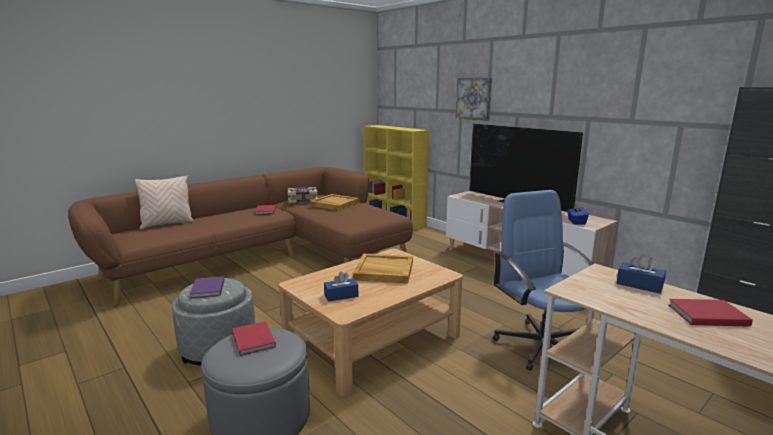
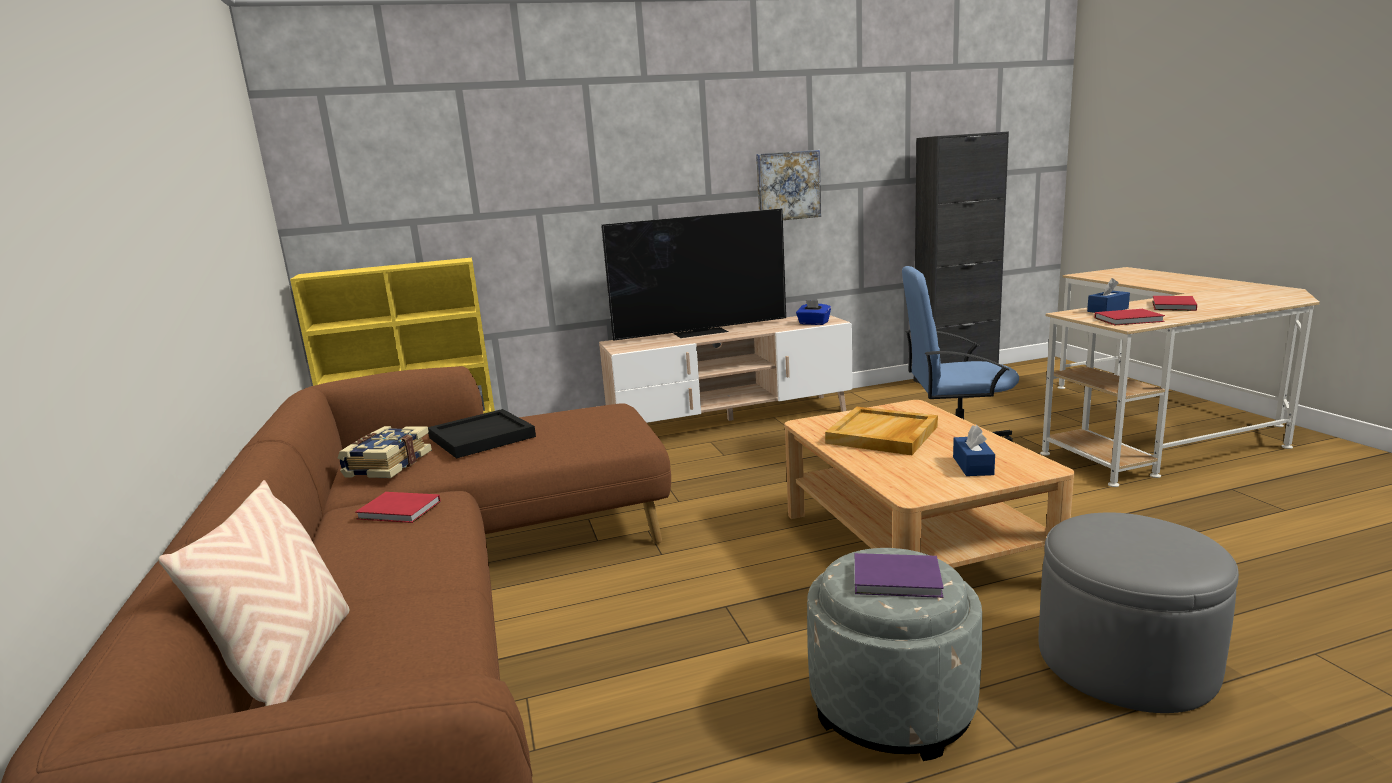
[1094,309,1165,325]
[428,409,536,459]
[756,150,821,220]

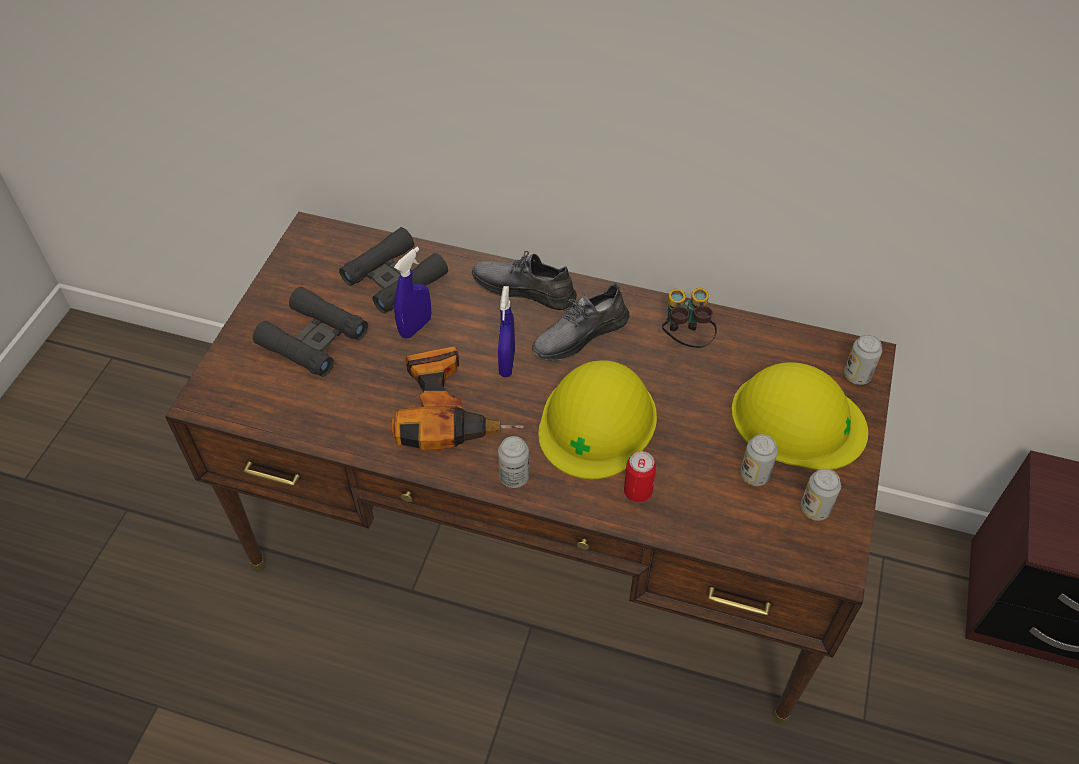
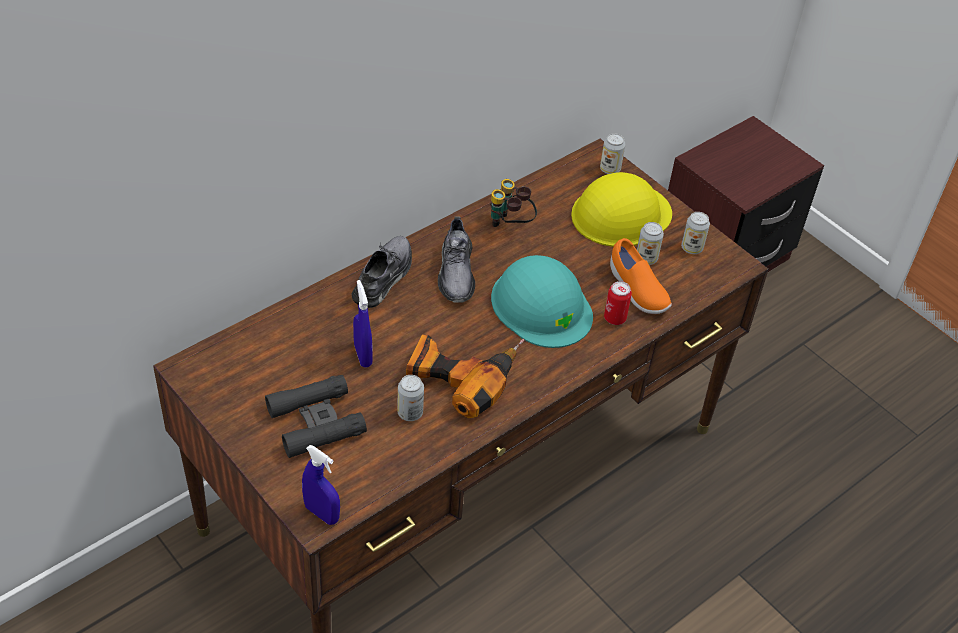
[339,227,448,314] (first image)
[351,236,412,308]
[302,445,340,525]
[397,375,424,421]
[491,255,593,348]
[610,238,672,314]

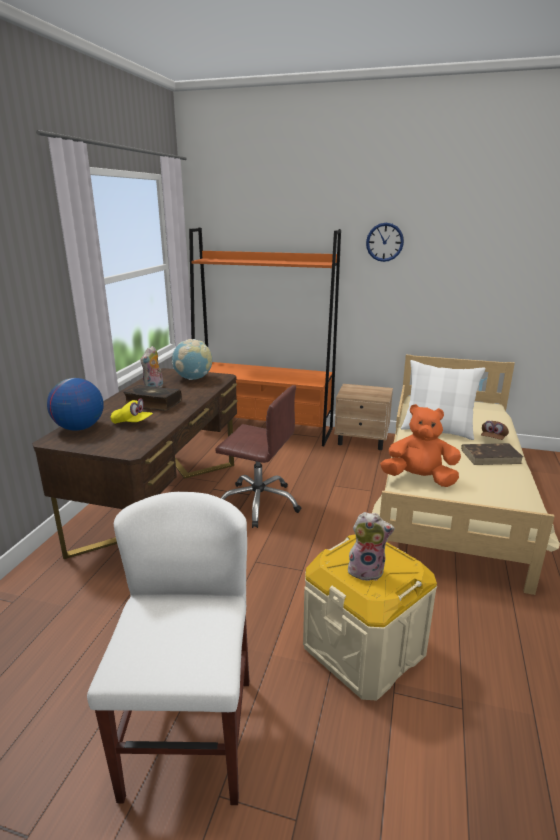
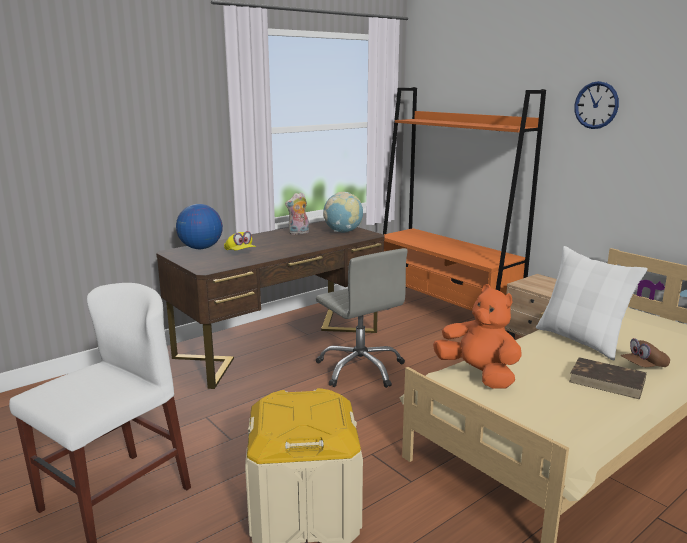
[123,385,182,411] (first image)
[316,248,408,388]
[348,512,395,581] (first image)

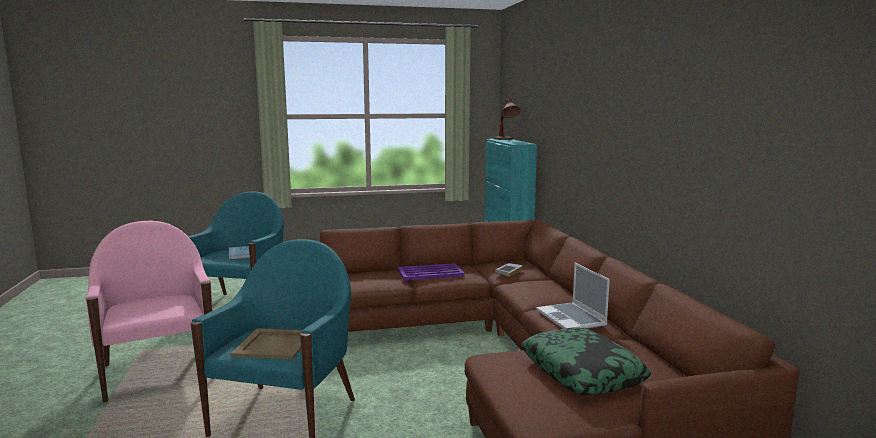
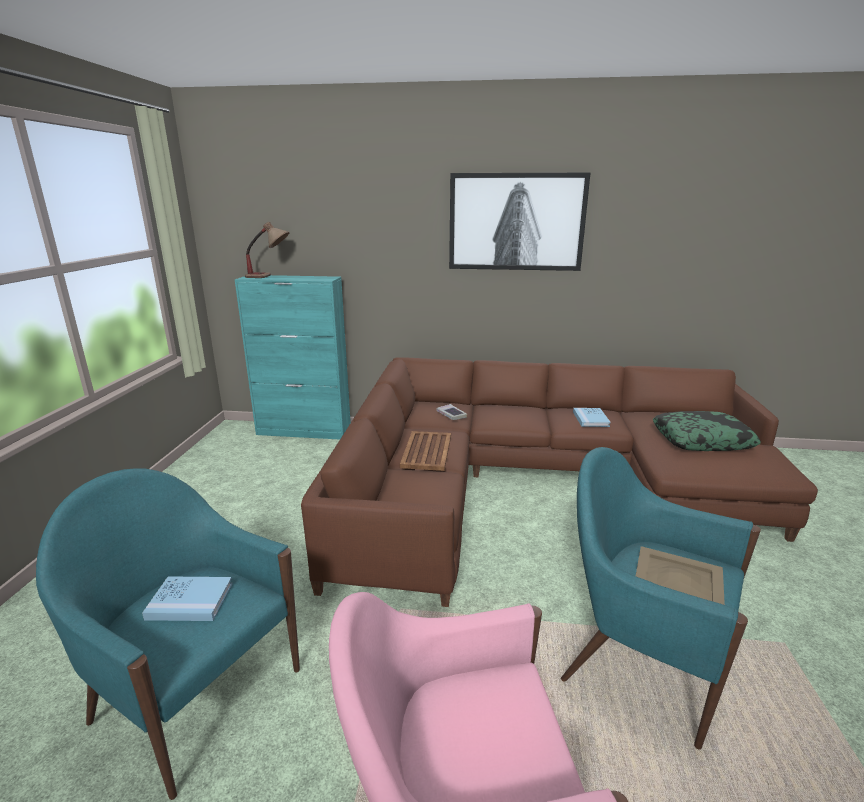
[400,431,451,471]
[573,408,611,427]
[449,173,590,271]

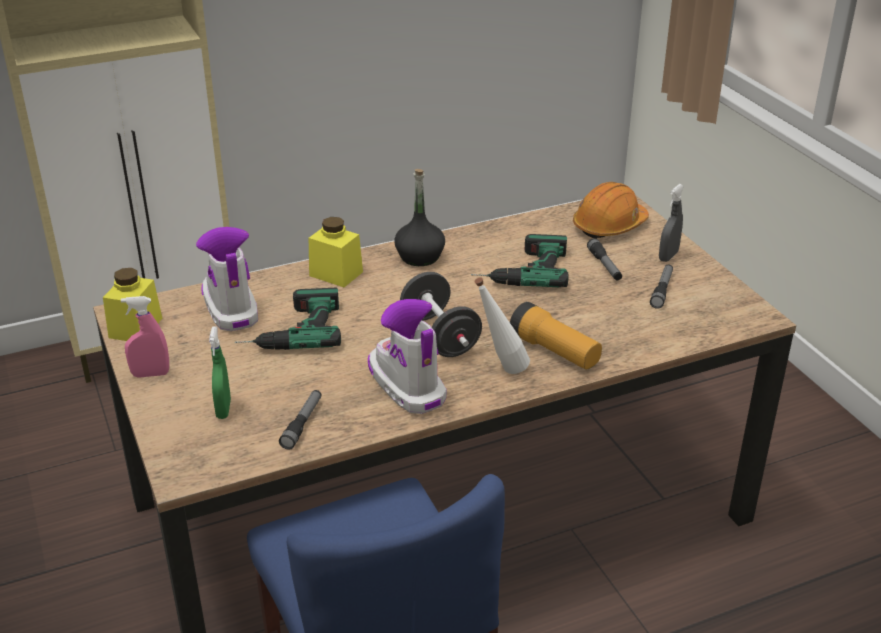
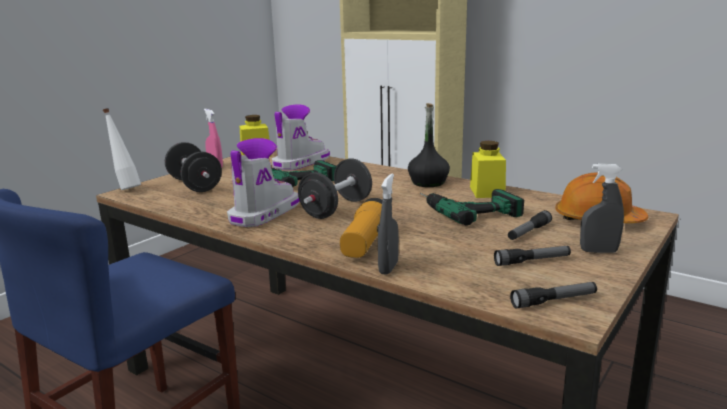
[165,142,222,192]
[510,282,597,309]
[470,141,506,198]
[103,108,141,190]
[378,174,399,275]

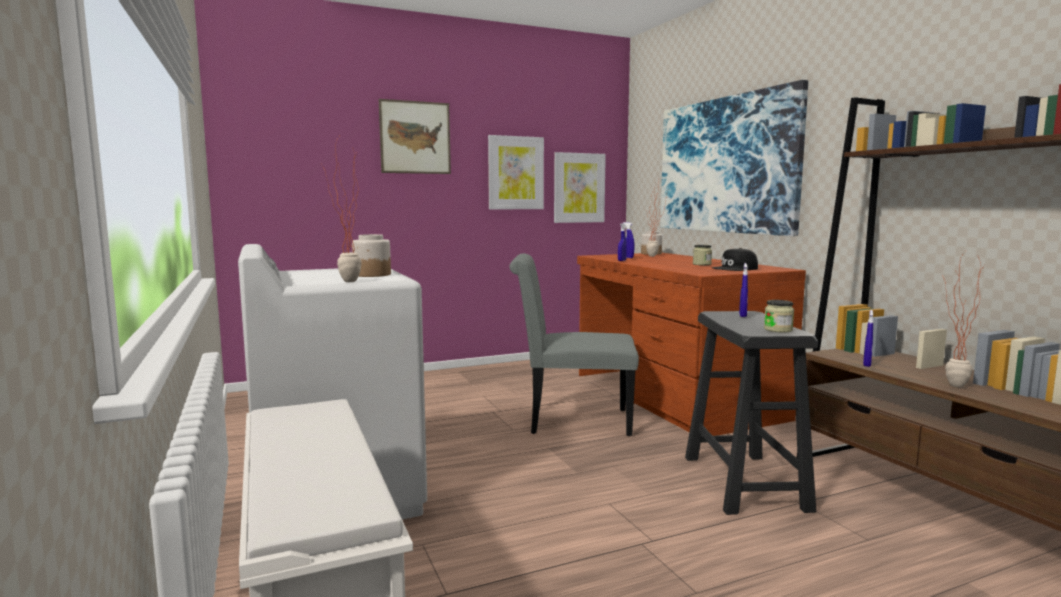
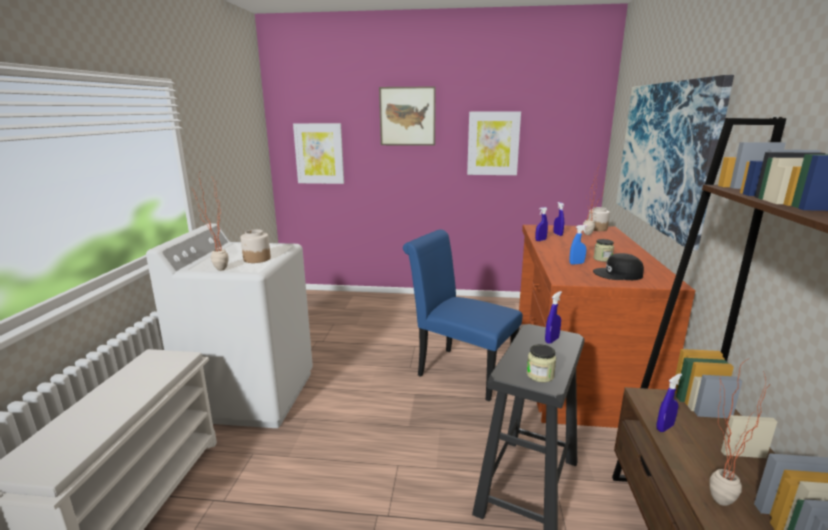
[403,229,523,402]
[293,123,344,184]
[569,225,588,265]

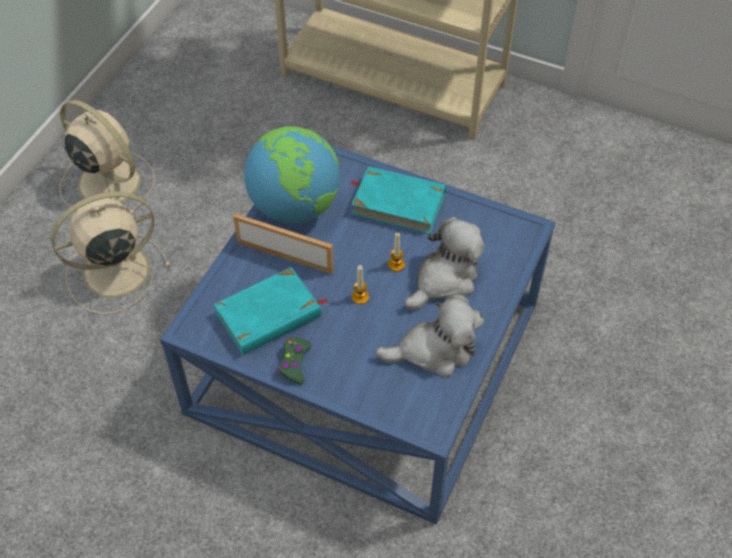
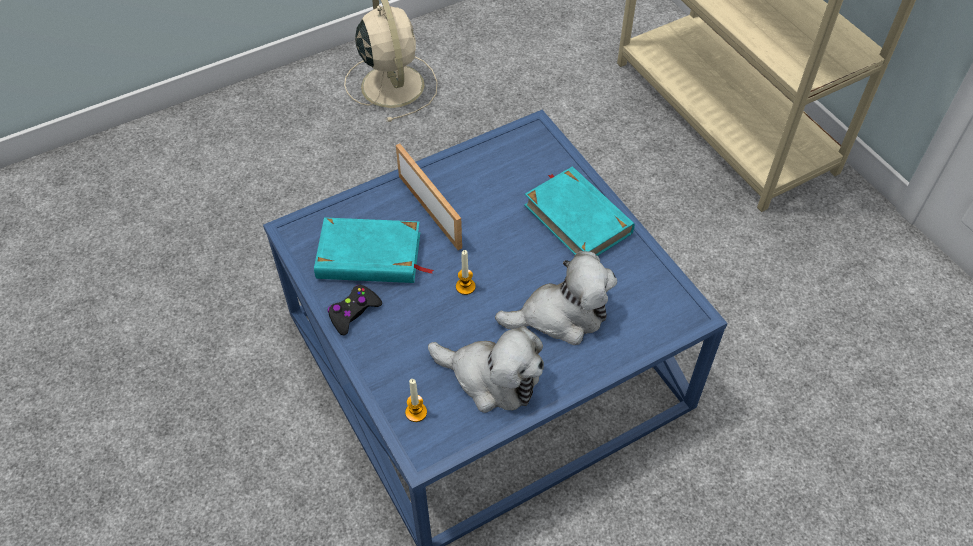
[51,191,171,315] (first image)
[244,126,340,223] (first image)
[328,285,382,335]
[405,379,427,422]

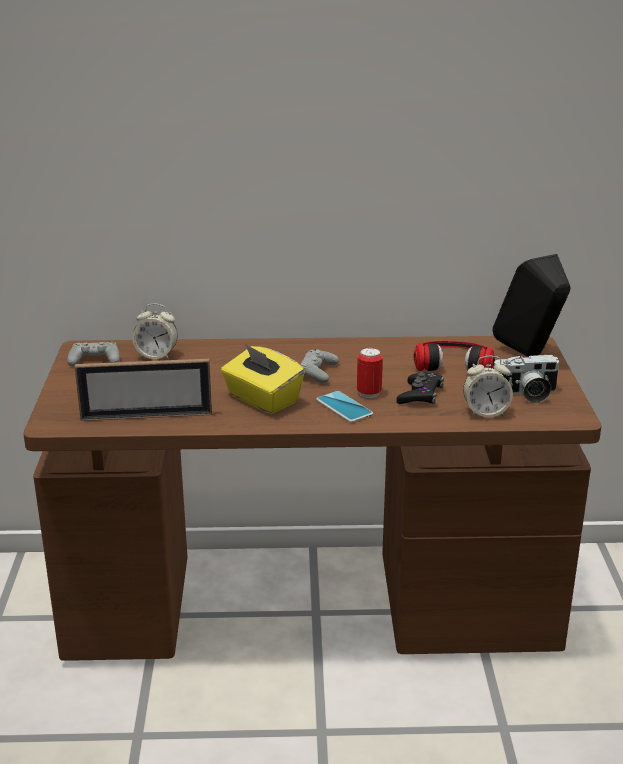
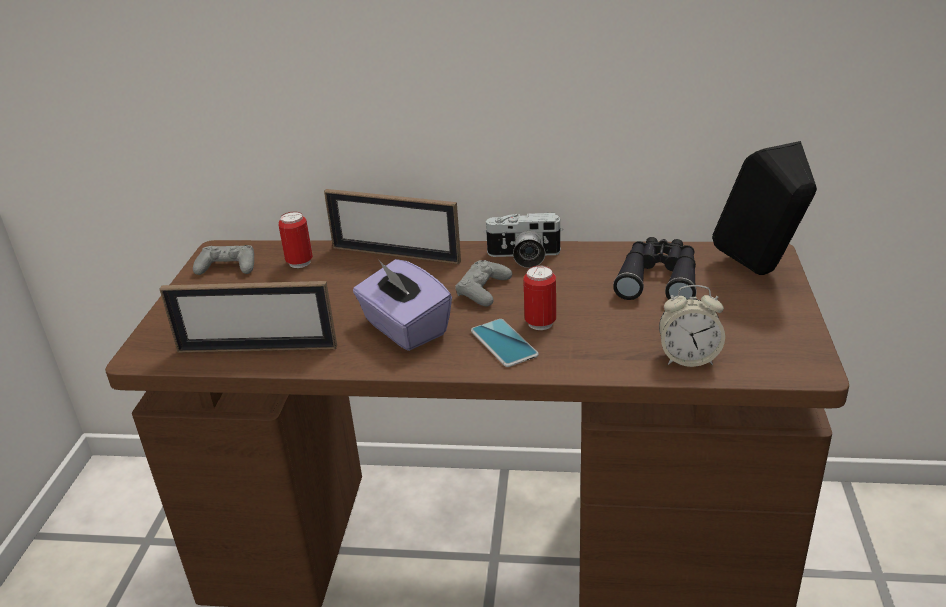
[278,212,313,268]
[353,259,452,351]
[397,372,444,405] (first image)
[613,237,697,300]
[484,213,563,268]
[324,189,461,264]

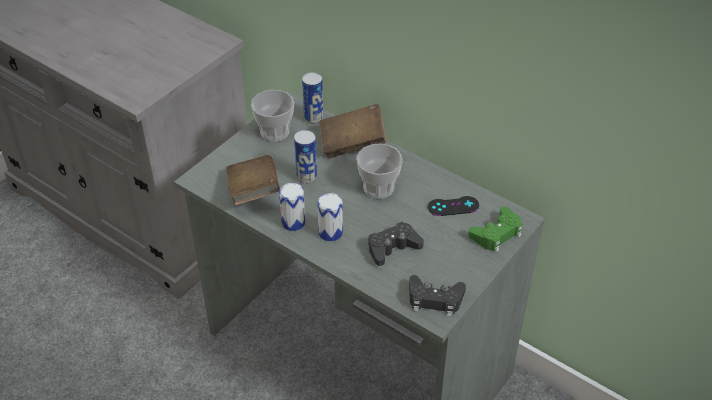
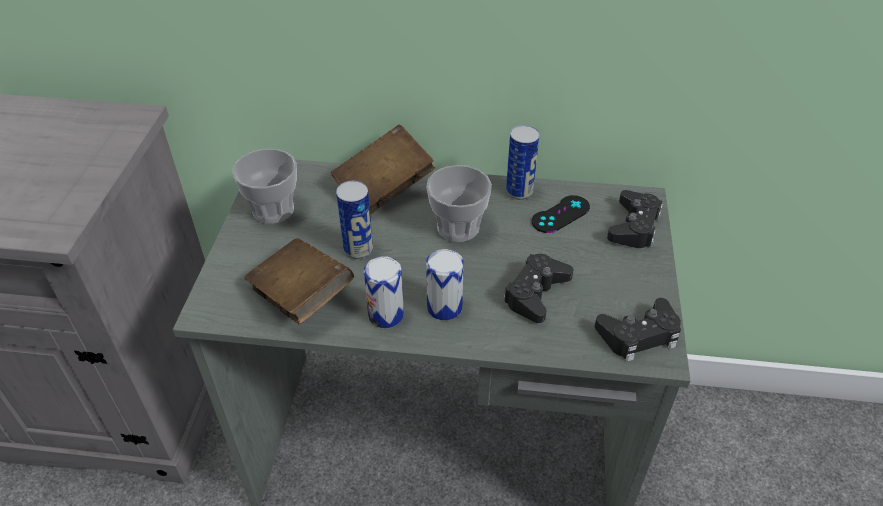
[506,125,539,200]
[607,190,663,248]

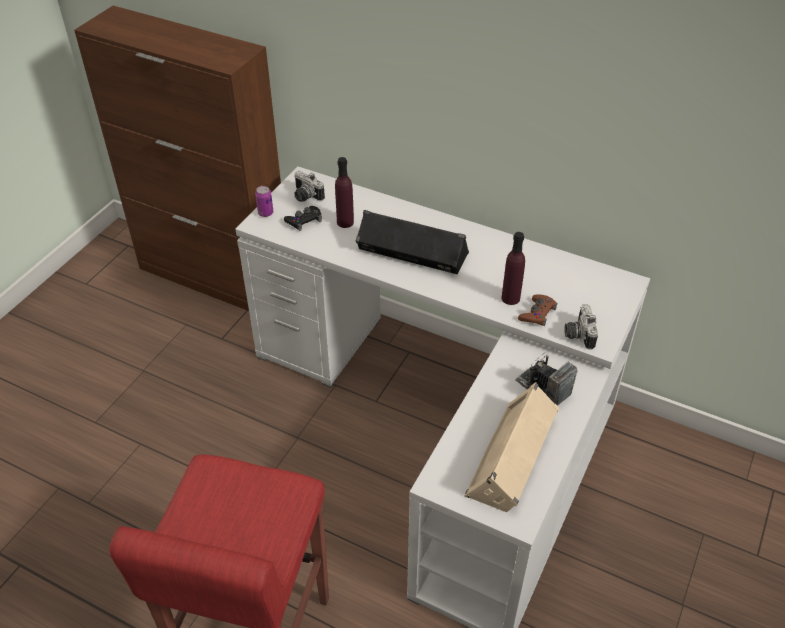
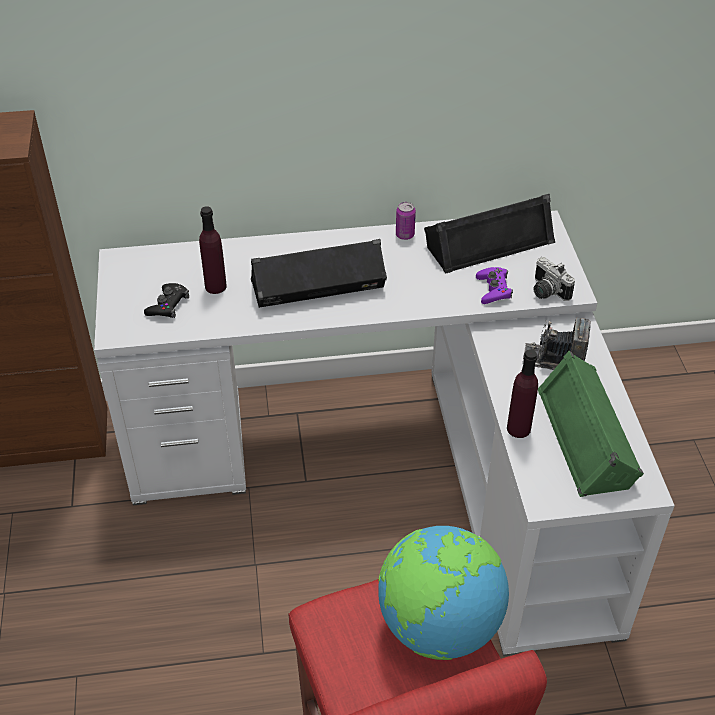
[396,202,416,240]
[294,171,325,202] (first image)
[538,351,644,497]
[507,349,538,438]
[476,267,513,304]
[378,526,509,660]
[424,194,555,274]

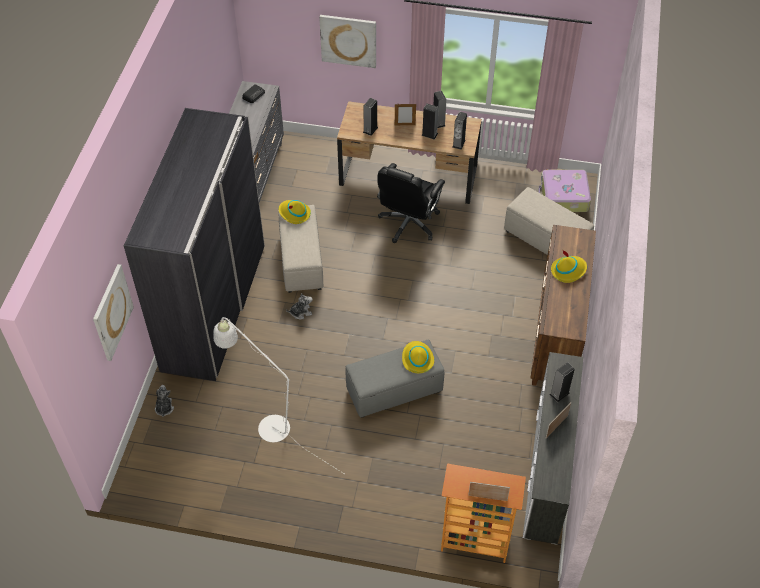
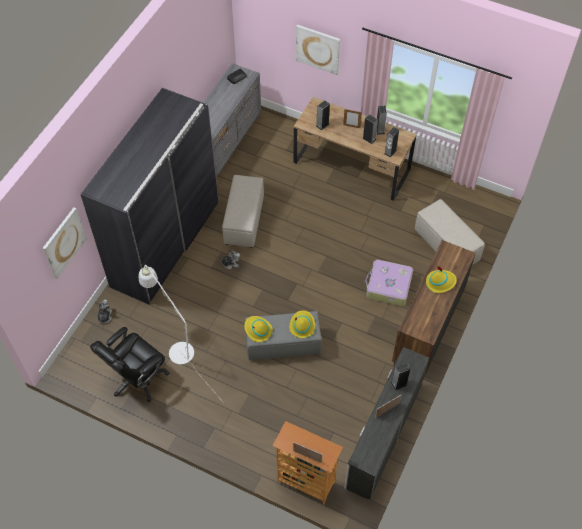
[244,316,273,342]
[90,327,169,402]
[365,259,413,306]

